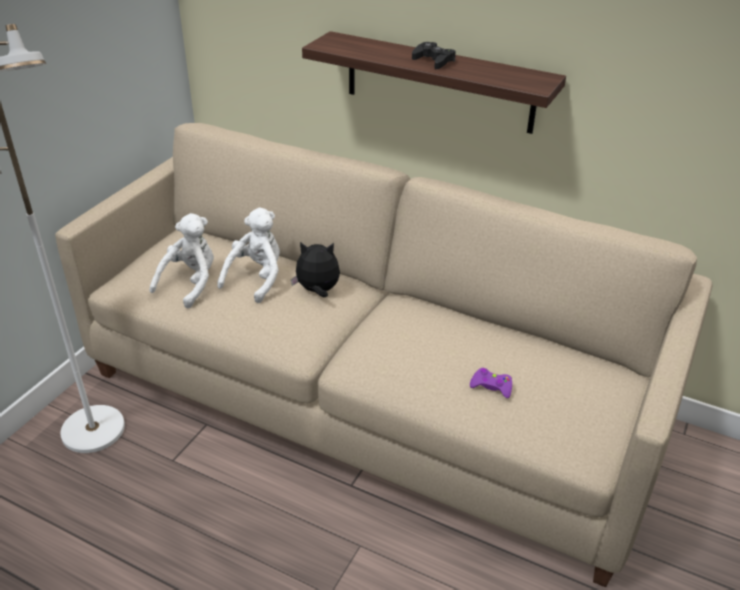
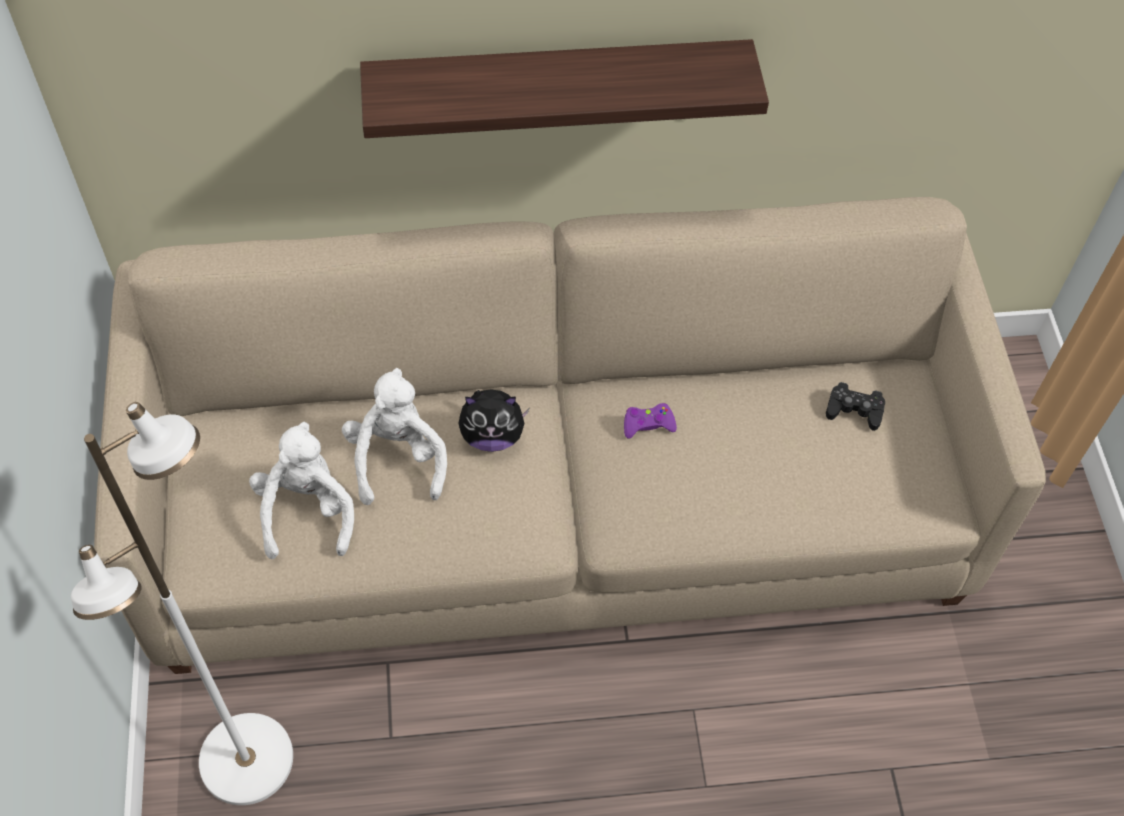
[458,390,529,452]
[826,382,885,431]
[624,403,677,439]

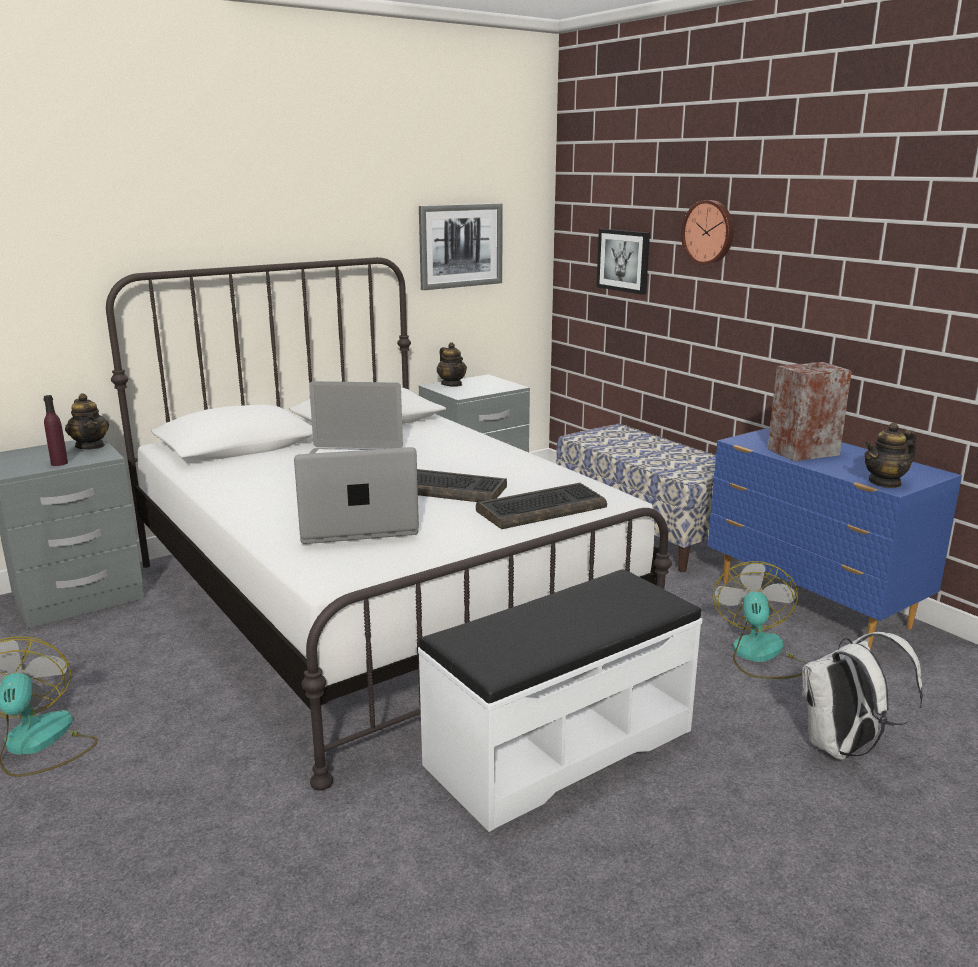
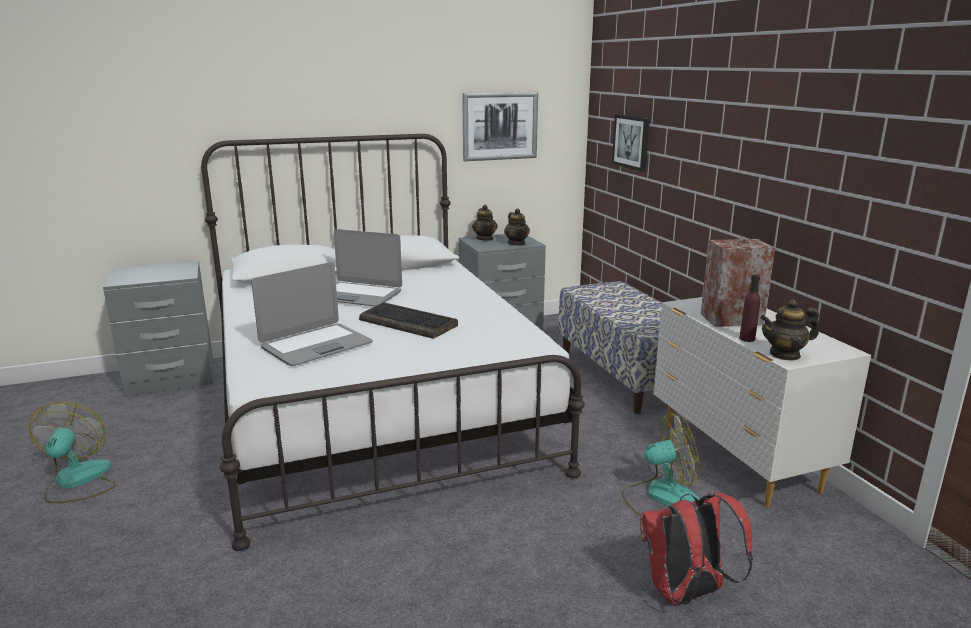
[739,274,760,342]
[504,209,530,245]
[251,262,373,366]
[418,569,702,832] (first image)
[476,483,607,529] (first image)
[681,200,734,265] (first image)
[653,297,871,508]
[621,412,700,516]
[640,493,753,605]

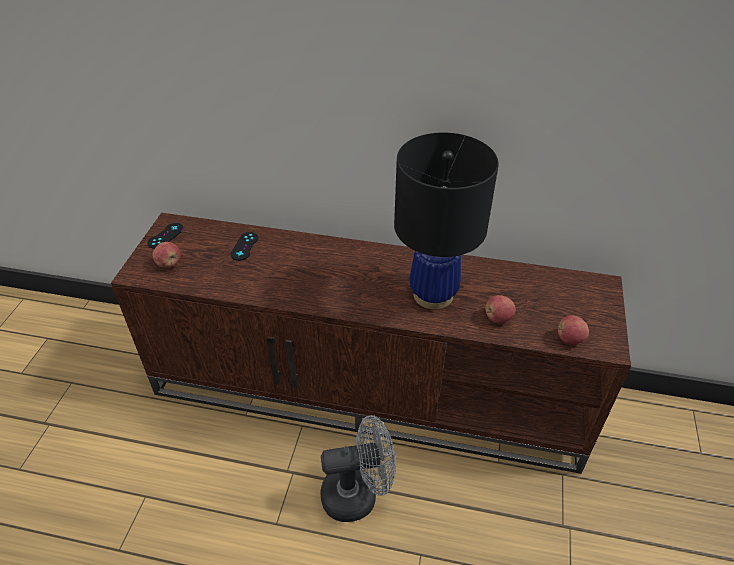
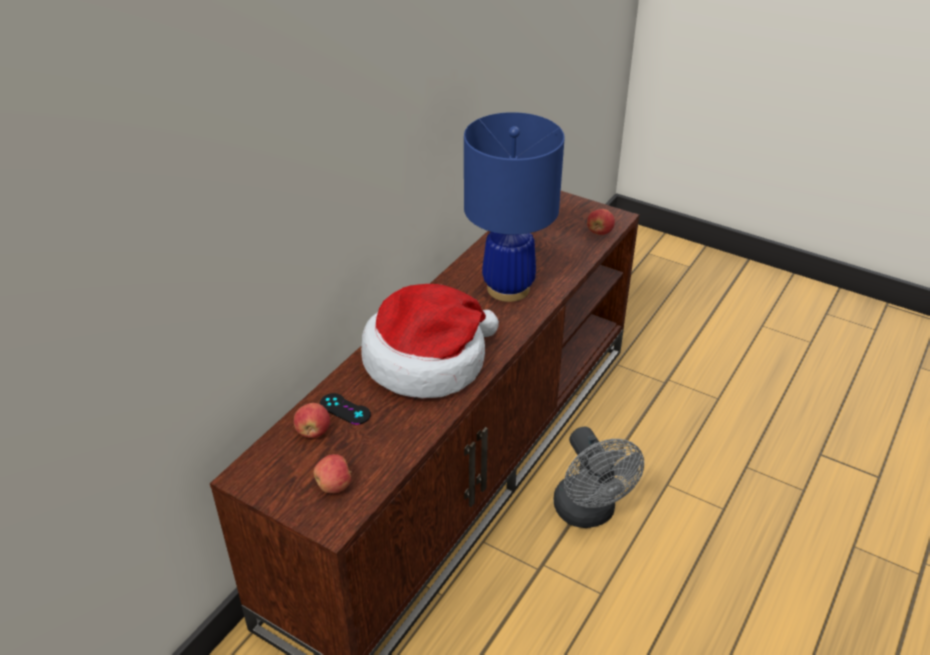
[147,223,184,249] (first image)
[554,427,644,528]
[464,112,565,302]
[294,403,330,438]
[361,284,499,399]

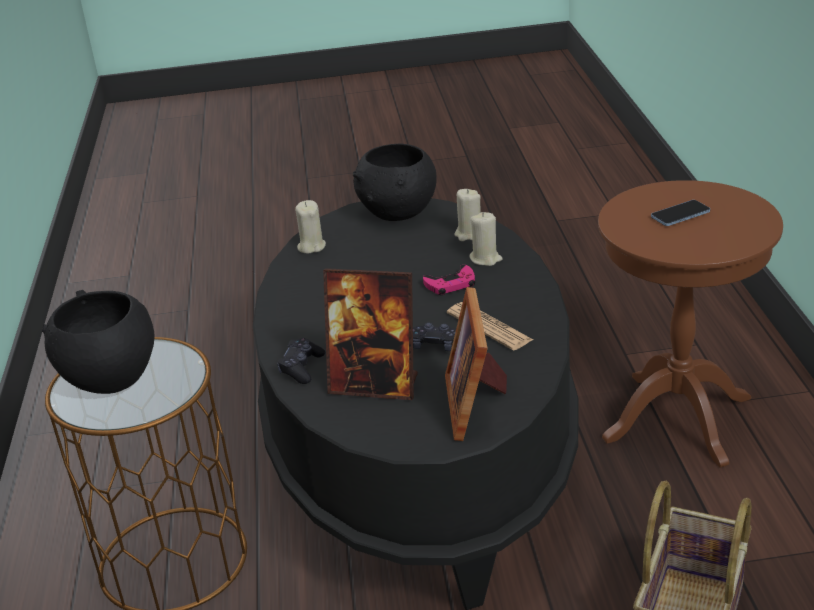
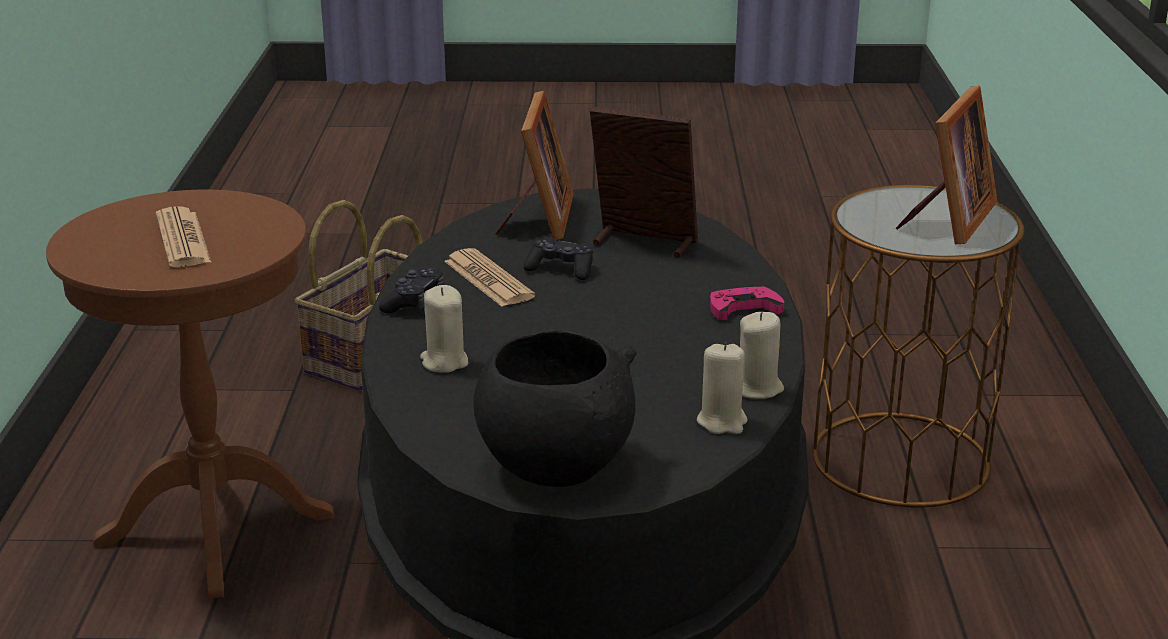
[896,86,997,244]
[379,267,444,313]
[710,286,784,320]
[740,312,784,399]
[156,206,211,267]

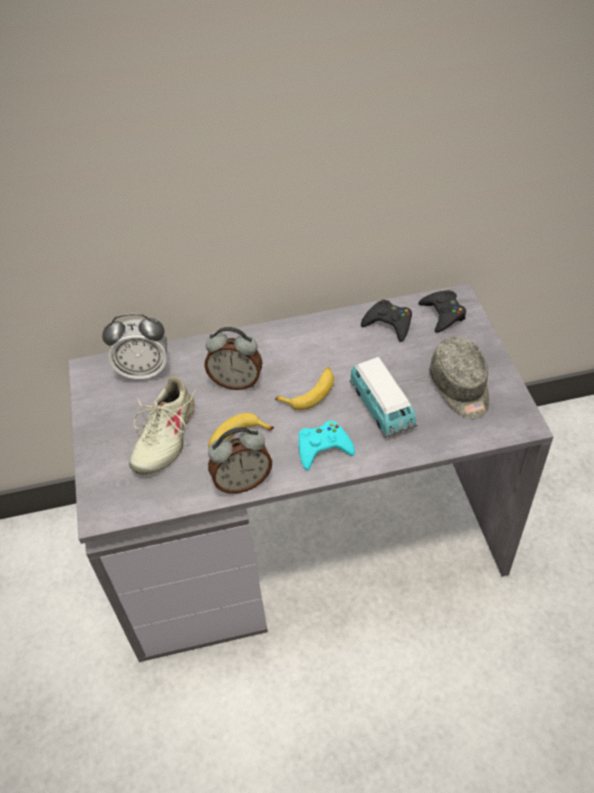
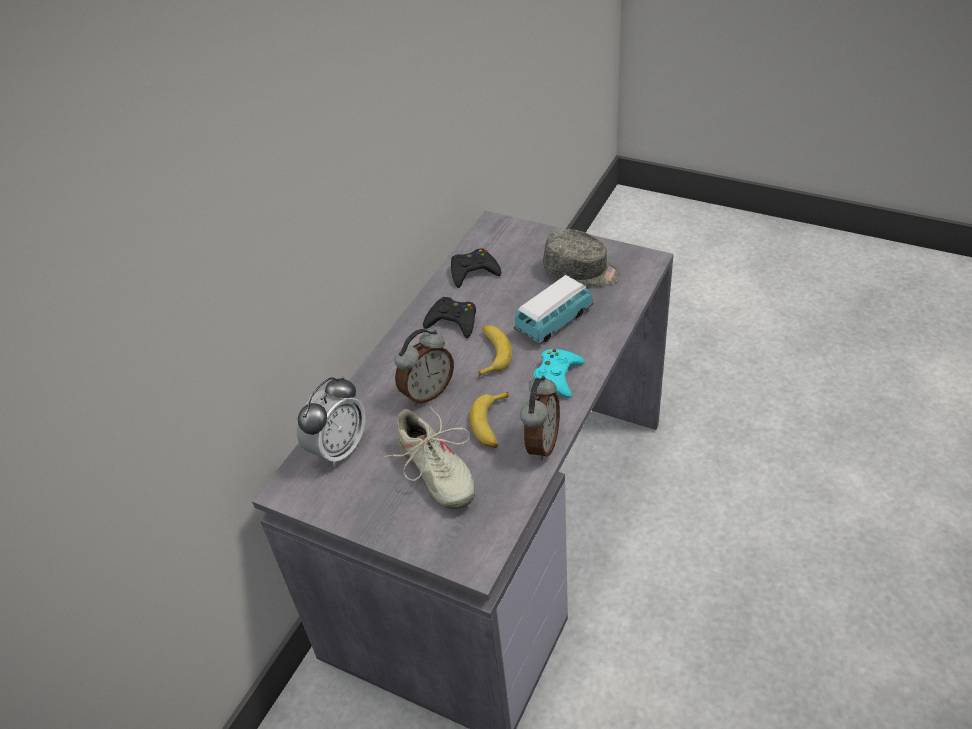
[514,275,594,345]
[423,297,476,338]

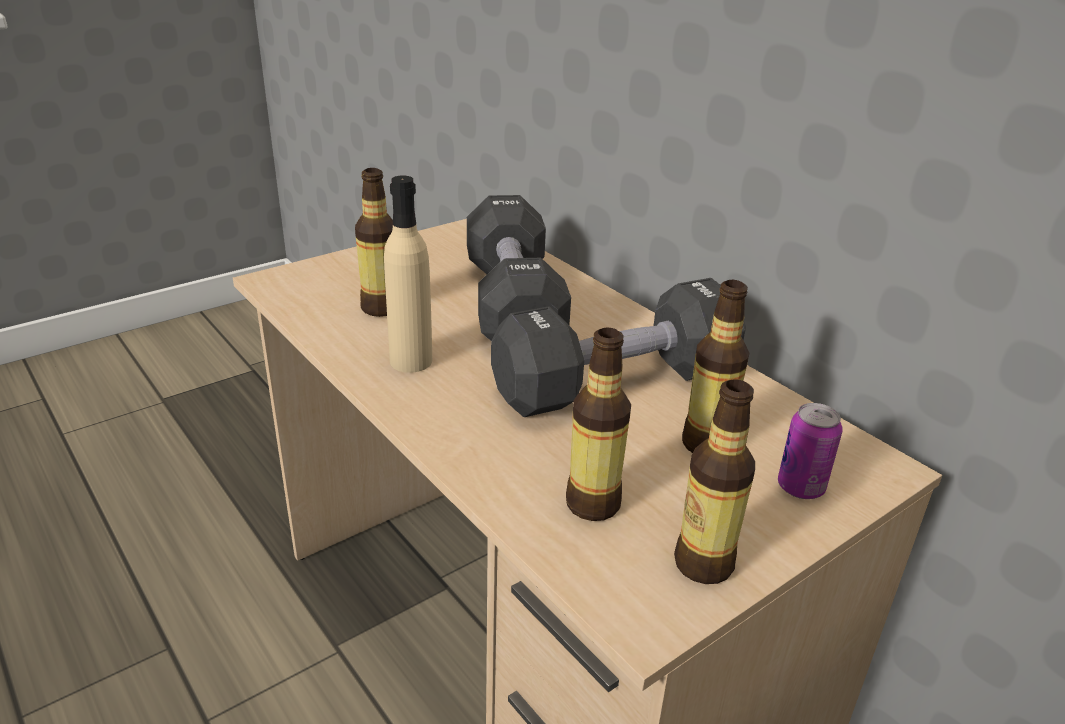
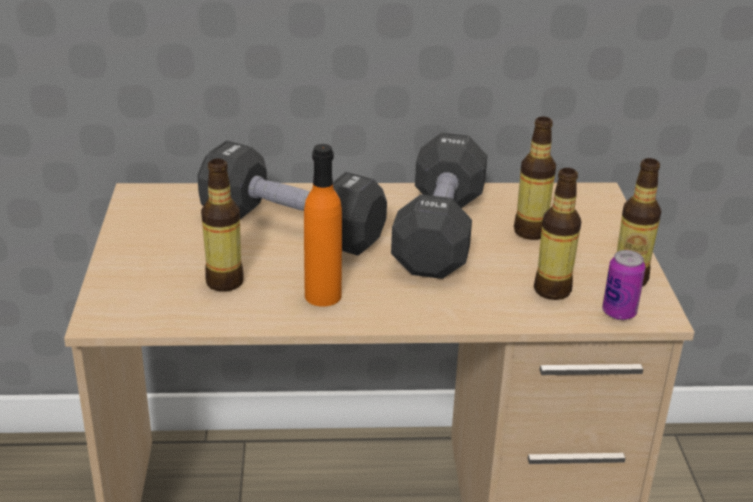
[304,144,342,307]
[602,250,646,320]

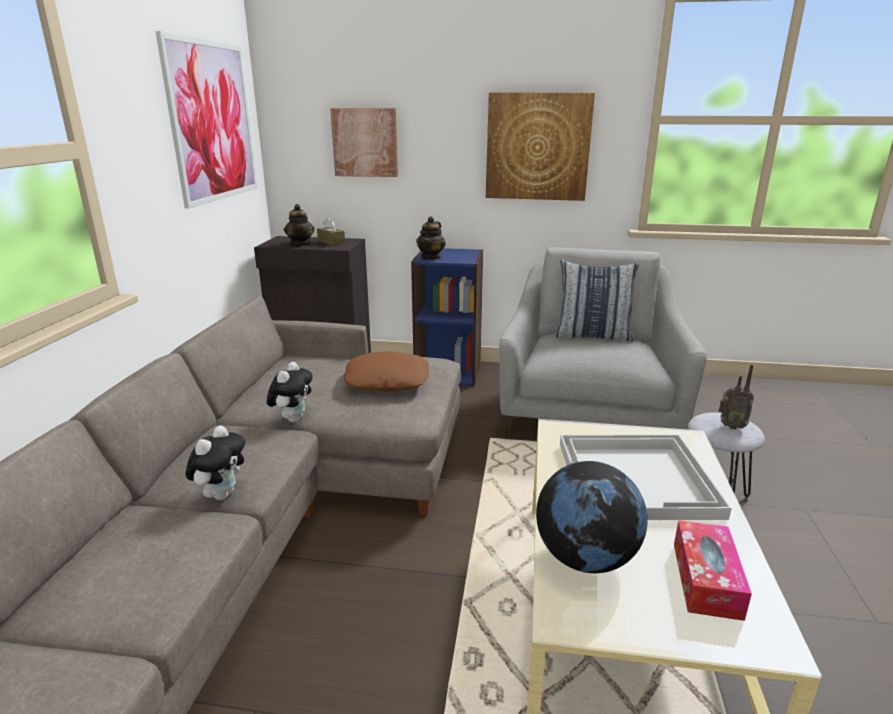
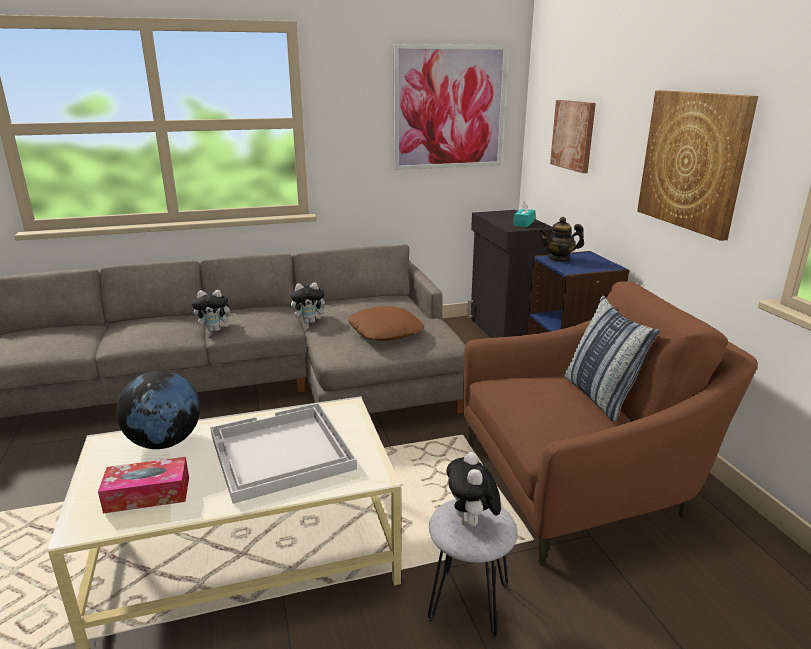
[284,204,314,246] (first image)
[513,201,535,227]
[463,281,758,566]
[446,452,501,528]

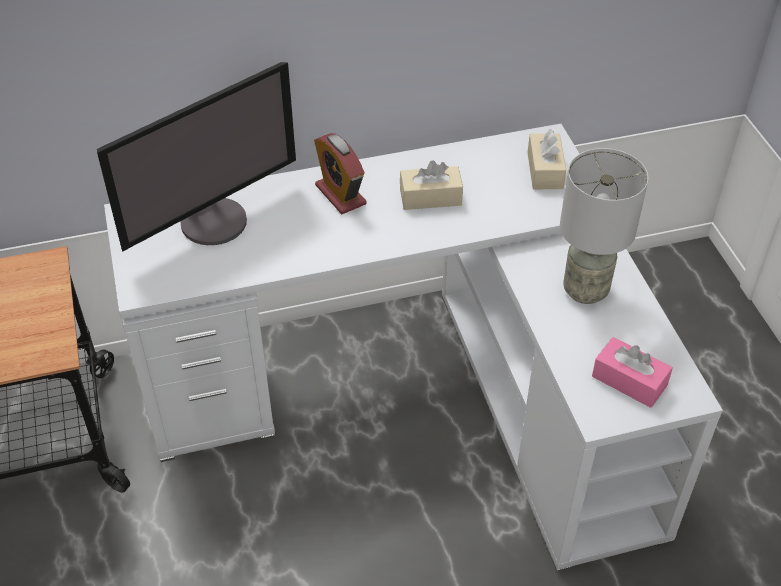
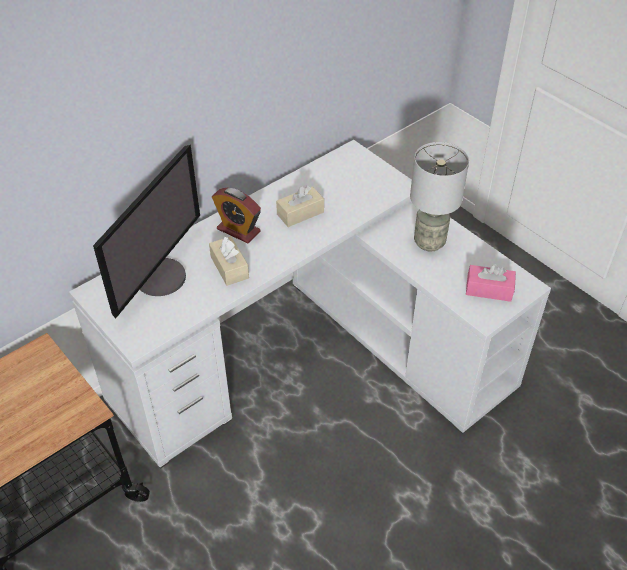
[209,236,249,286]

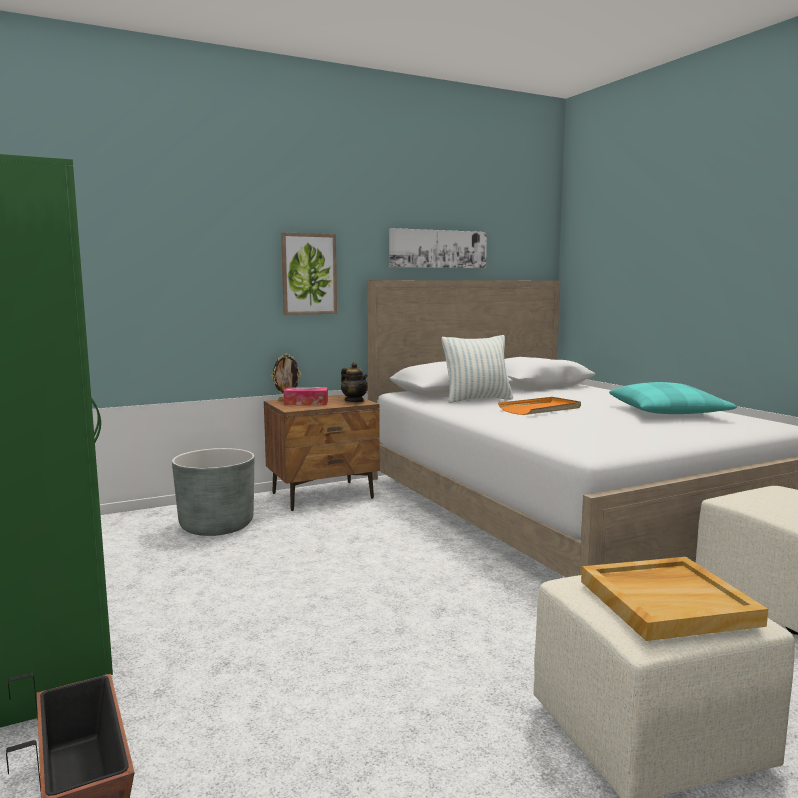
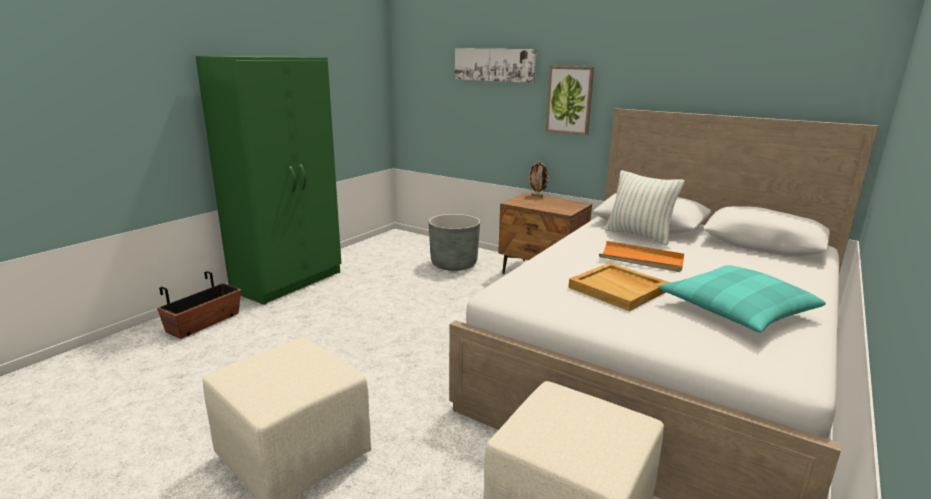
[284,387,328,405] (first image)
[341,362,368,402] (first image)
[455,48,537,83]
[568,263,670,311]

